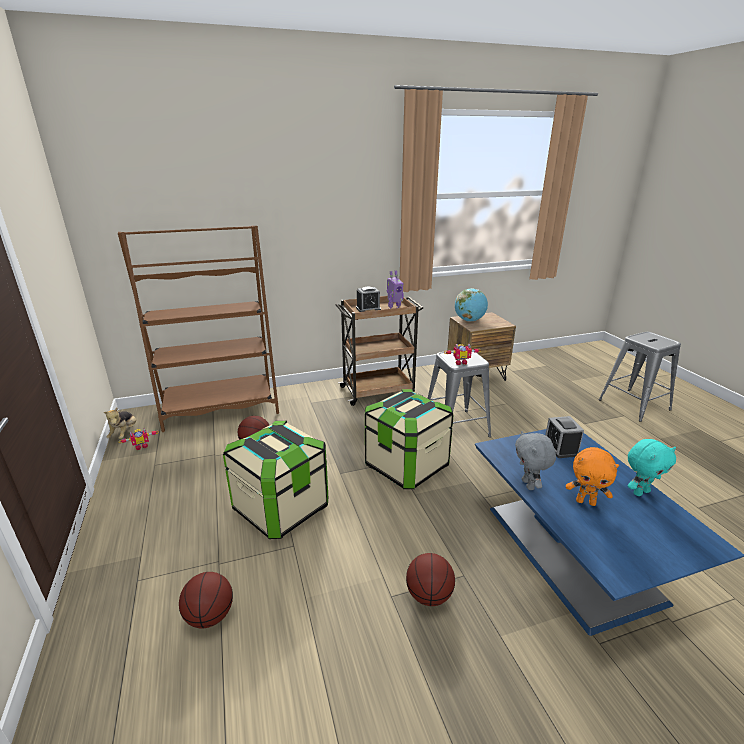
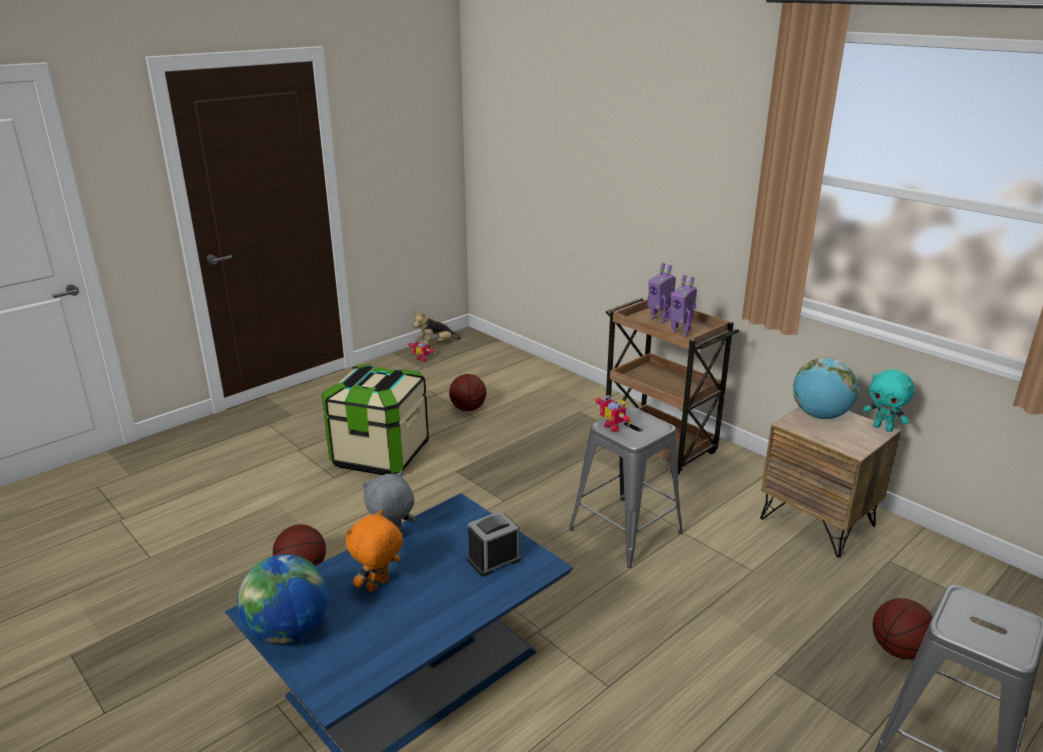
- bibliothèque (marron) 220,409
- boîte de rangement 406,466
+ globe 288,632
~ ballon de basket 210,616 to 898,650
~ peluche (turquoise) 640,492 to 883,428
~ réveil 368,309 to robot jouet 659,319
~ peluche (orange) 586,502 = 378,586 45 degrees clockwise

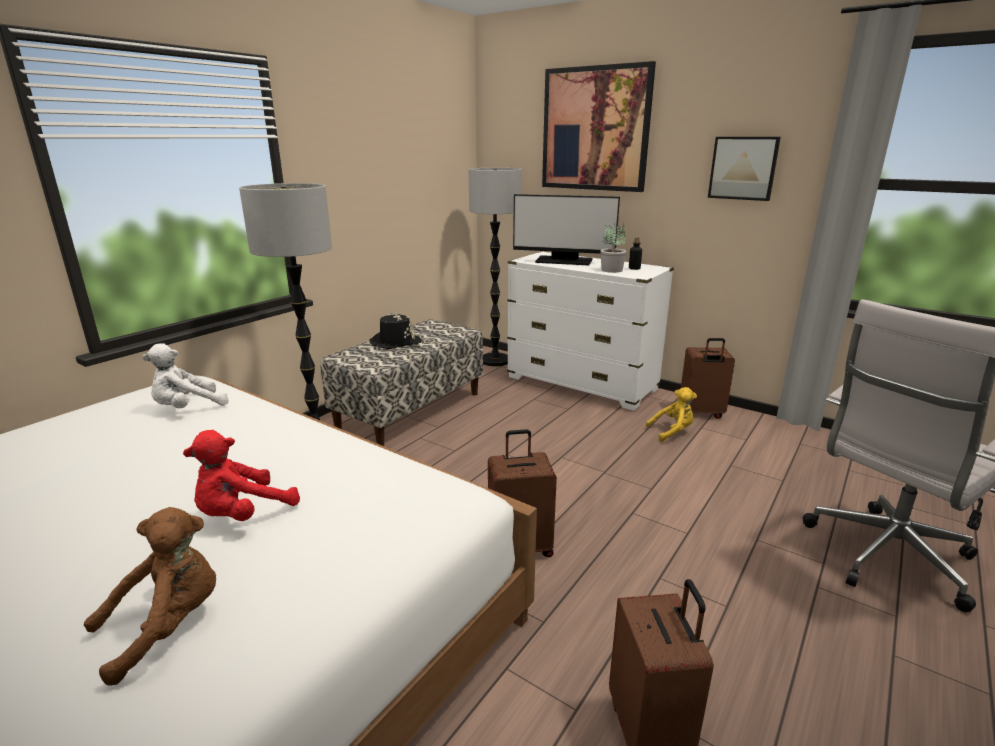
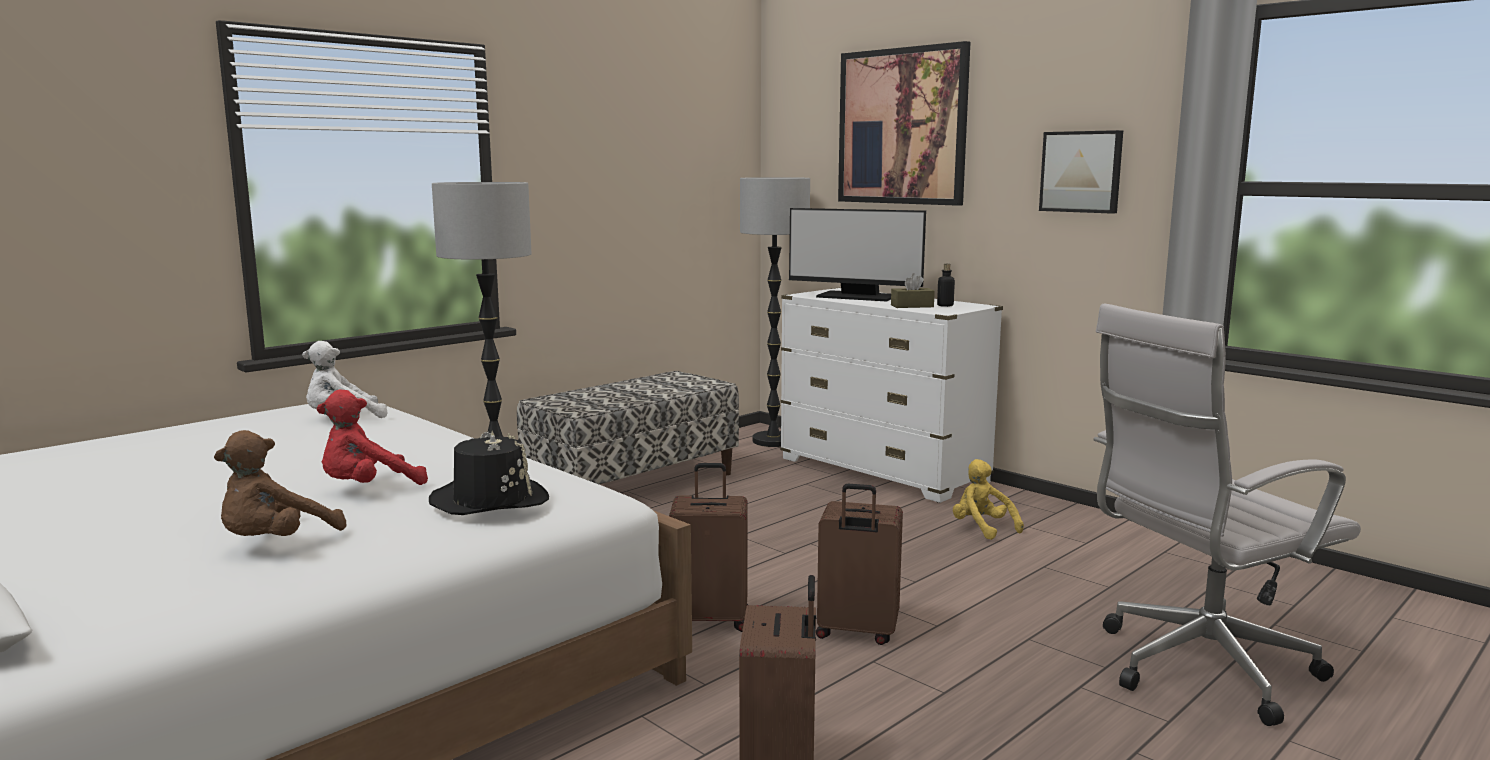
~ chapeau (noir) 395,342 to 490,500
~ valise (marron) 700,413 to 856,632
~ plante en pot 612,270 to boîte à mouchoirs (marron) 912,306
~ peluche (marron) 168,625 = 276,543 150 degrees clockwise
~ peluche (jaune) 672,432 = 982,528 120 degrees counterclockwise

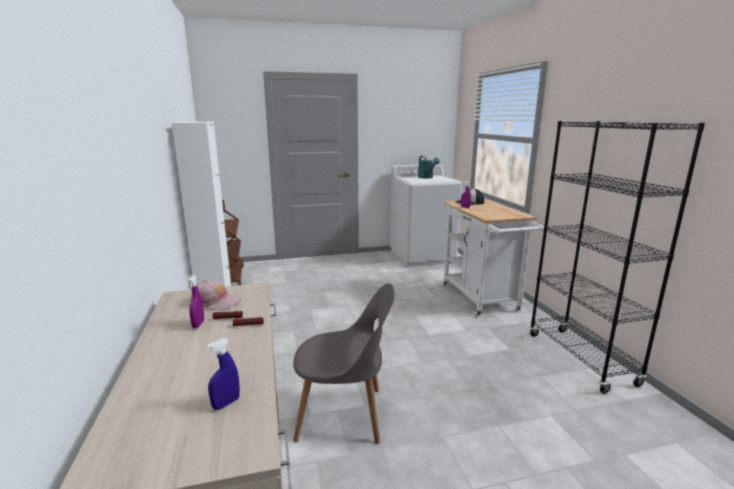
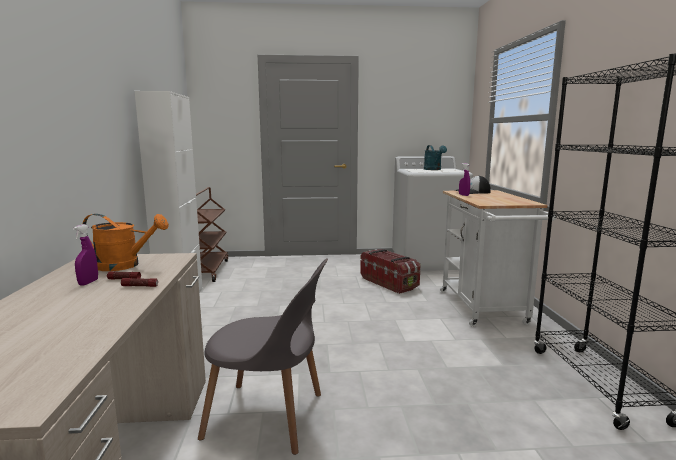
- vaporisateur (bleu) 226,403
+ boîte de rangement 389,283
~ casquette (rose) 216,302 to arrosoir (orange) 125,265

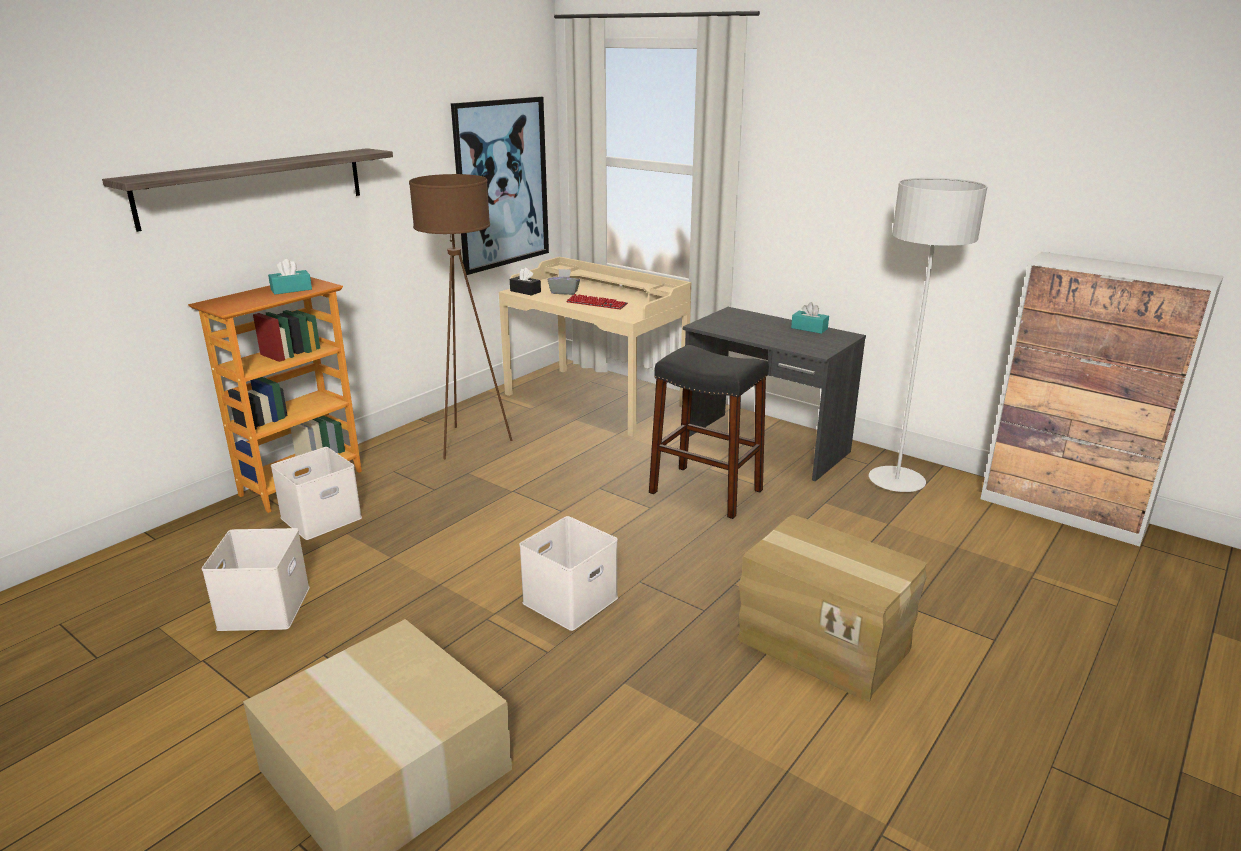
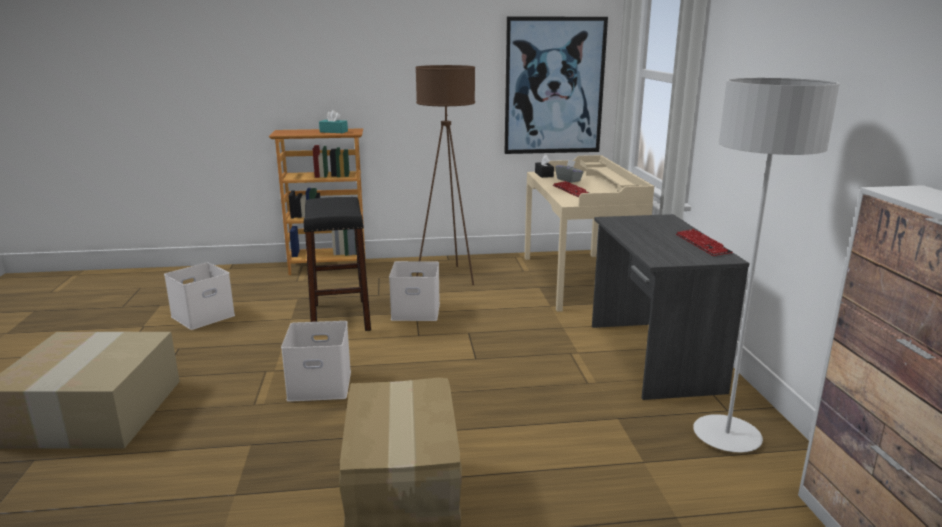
- étagère 254,186
~ boîte de rangement (blanc) 322,517 to 417,311
~ tabouret (noir) 705,491 to 340,316
~ boîte à mouchoirs (turquoise) 809,328 to clavier 702,244

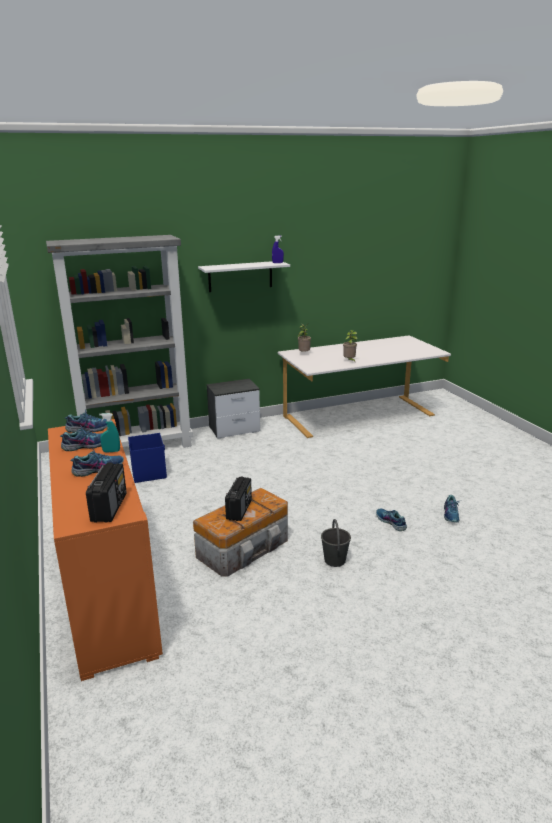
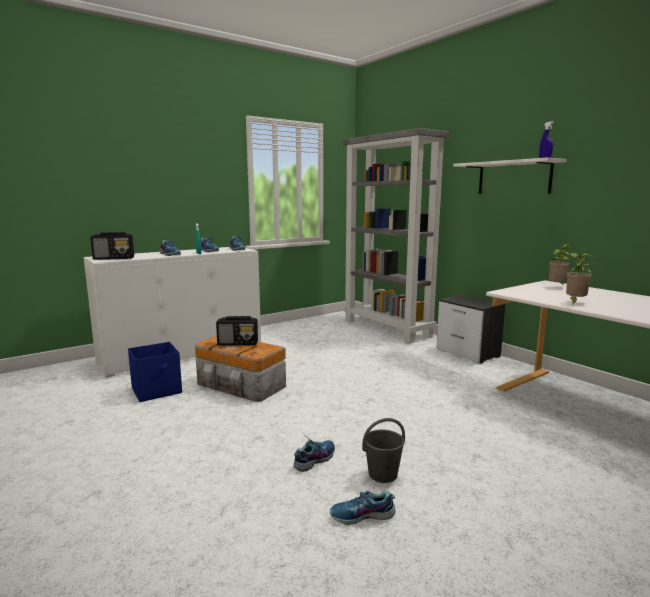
~ boîte de rangement (bleu) 149,472 to 157,390
~ seau (gris) 334,560 to 383,474
~ meuble de rangement (orange) 108,591 to meuble de rangement (blanc) 182,353

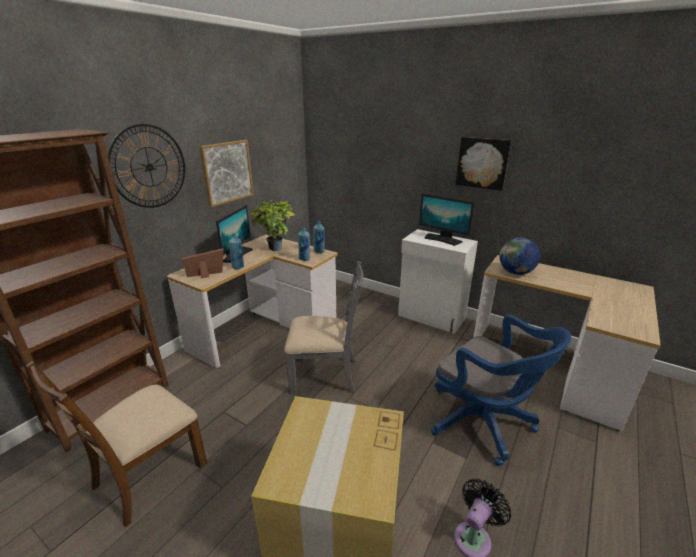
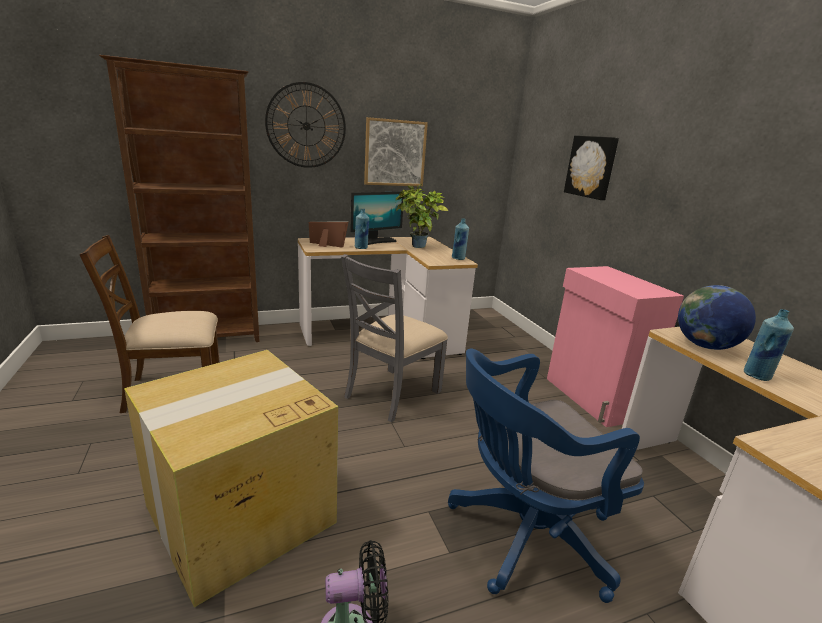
- écran d'ordinateur 442,239
~ bouteille (bleu) 304,259 to 757,376
~ tableau 482,163 to 591,167
~ meuble de rangement (blanc) 431,317 to meuble de rangement (rose) 592,398
~ chaise (gris) 325,375 = 391,393 90 degrees clockwise
~ chaise de bureau (bleu) 484,423 = 523,535 75 degrees clockwise

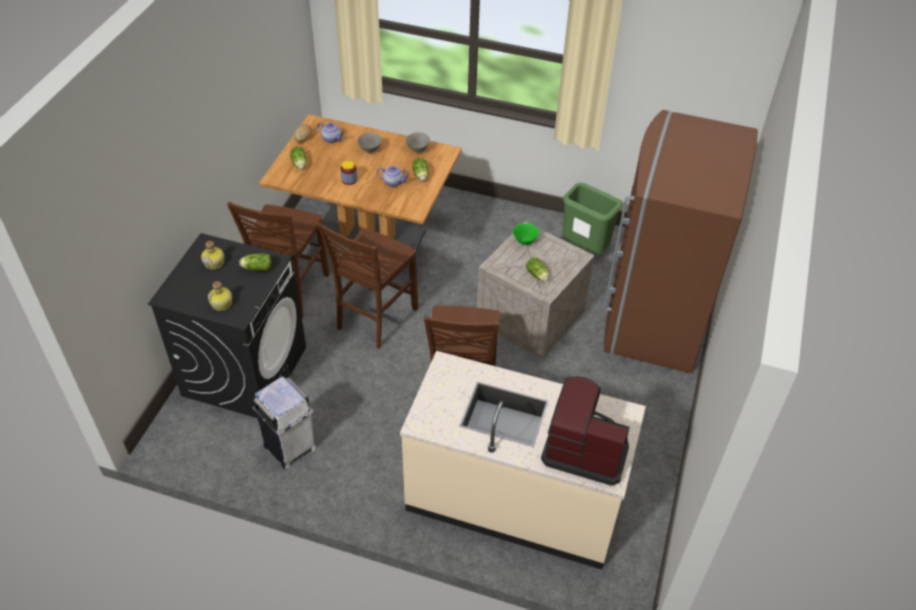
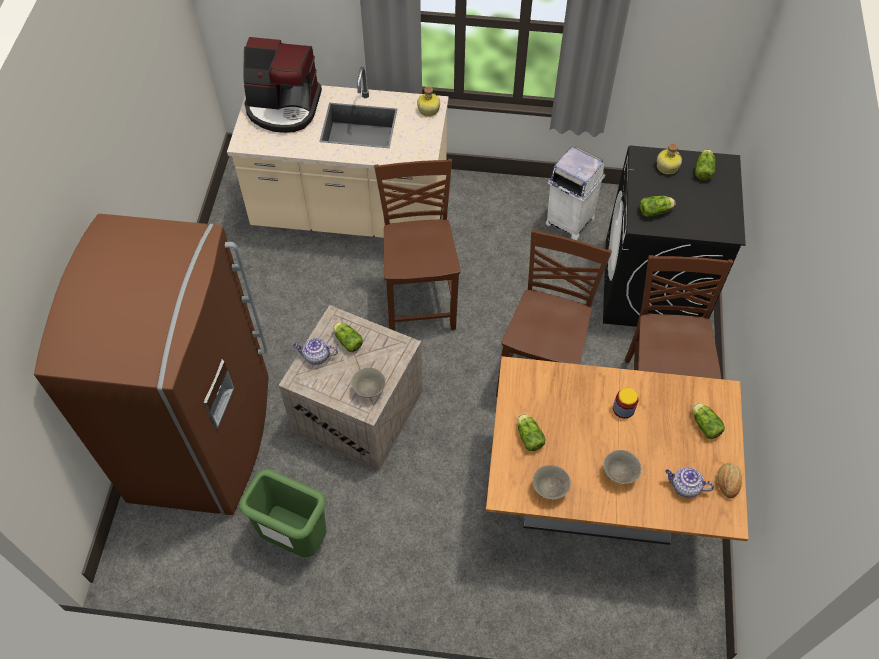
+ laitue 703,169
~ bouteille 215,262 to 428,110
~ théière 393,182 to 316,356
~ bol (vert) 524,241 to bol (gris) 369,390

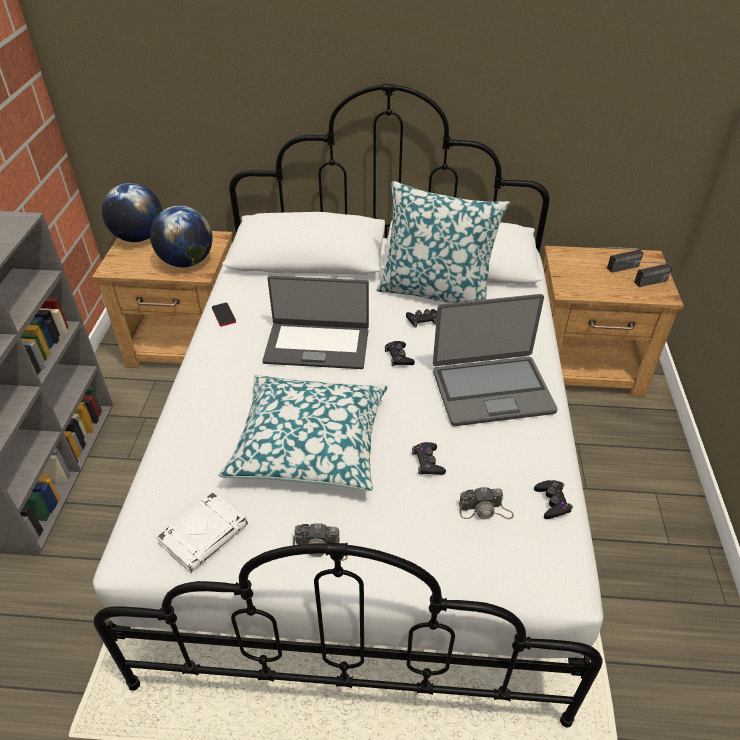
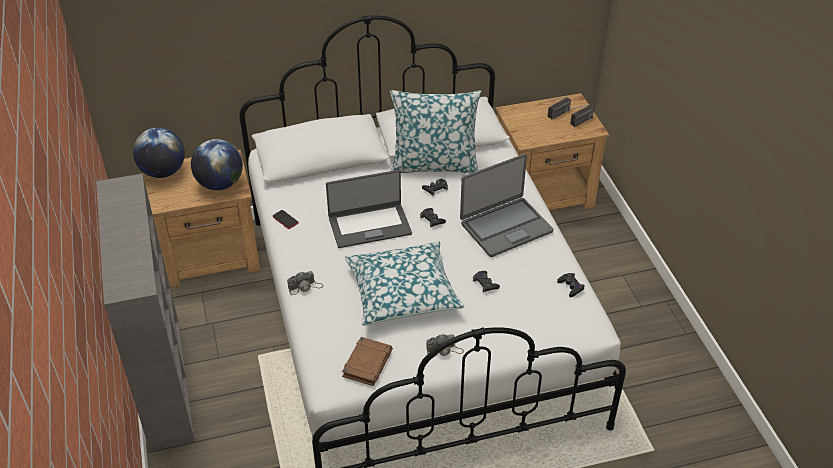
~ appareil photo 485,510 to 305,287
~ livre (blanc) 204,534 to livre (marron) 367,363

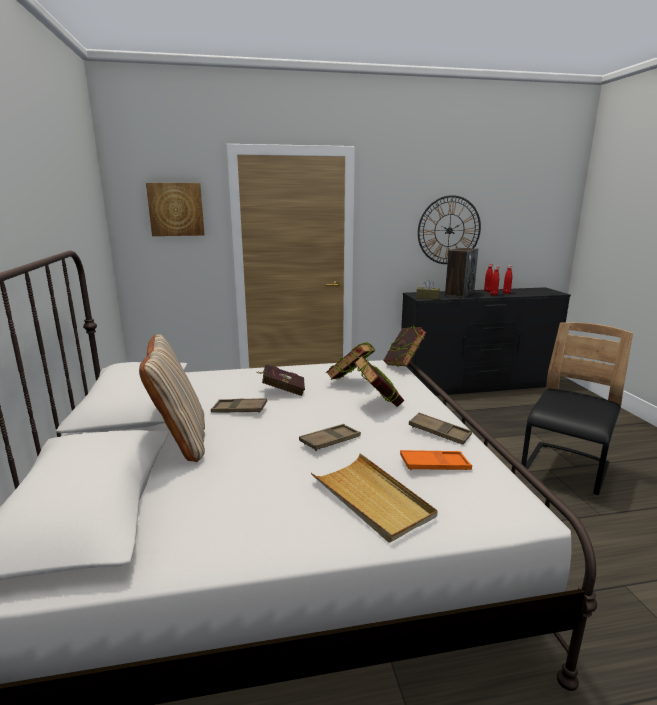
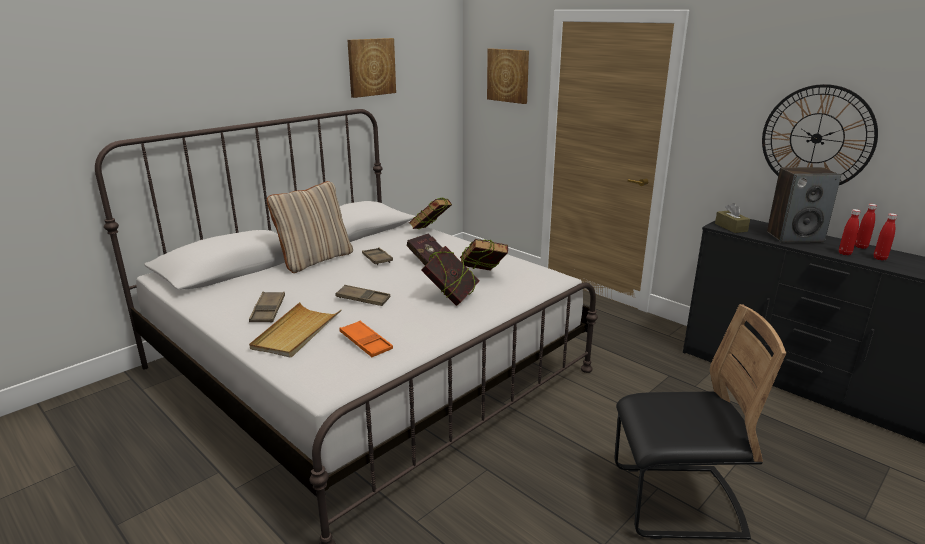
+ tableau 371,67
~ livre 403,366 to 431,231
~ plateau (marron) 439,432 to 268,311

